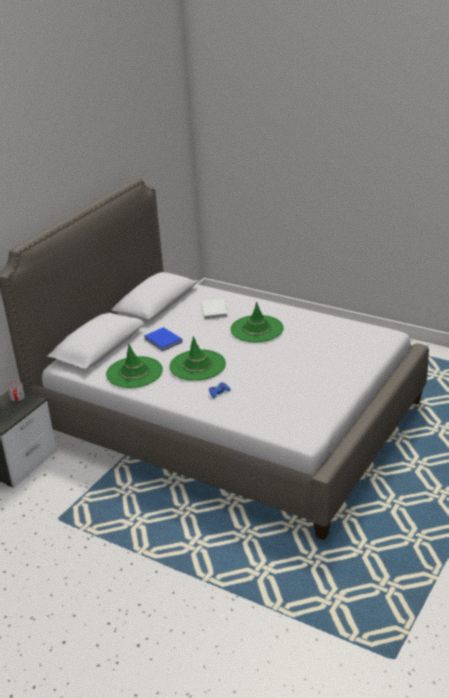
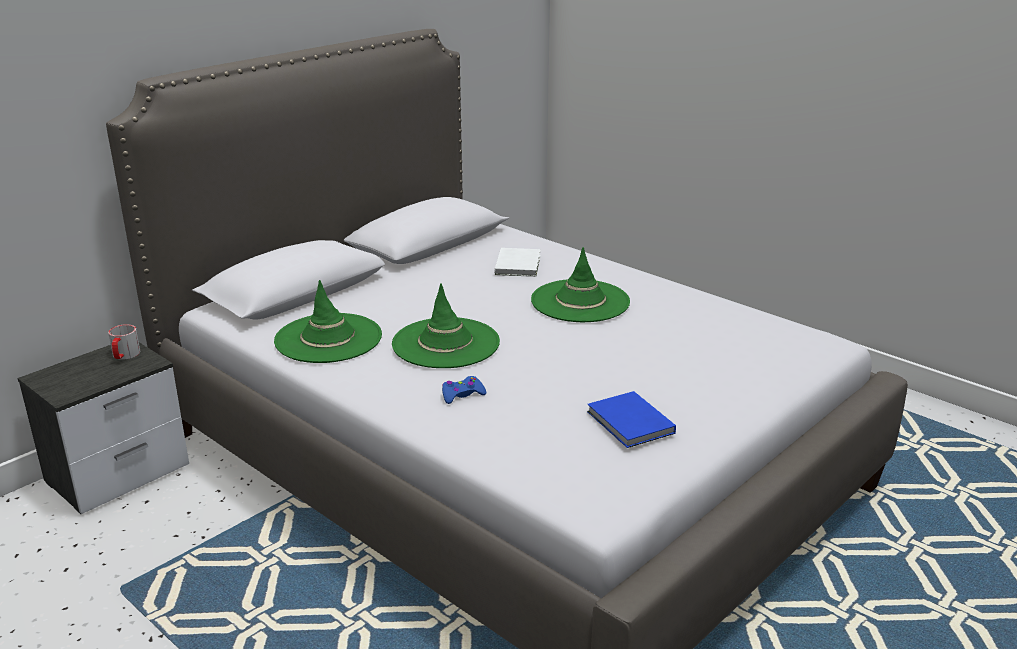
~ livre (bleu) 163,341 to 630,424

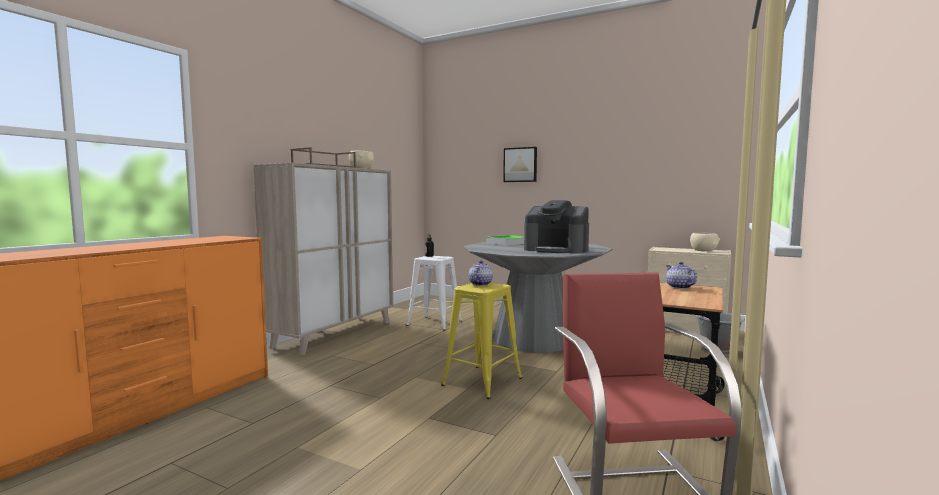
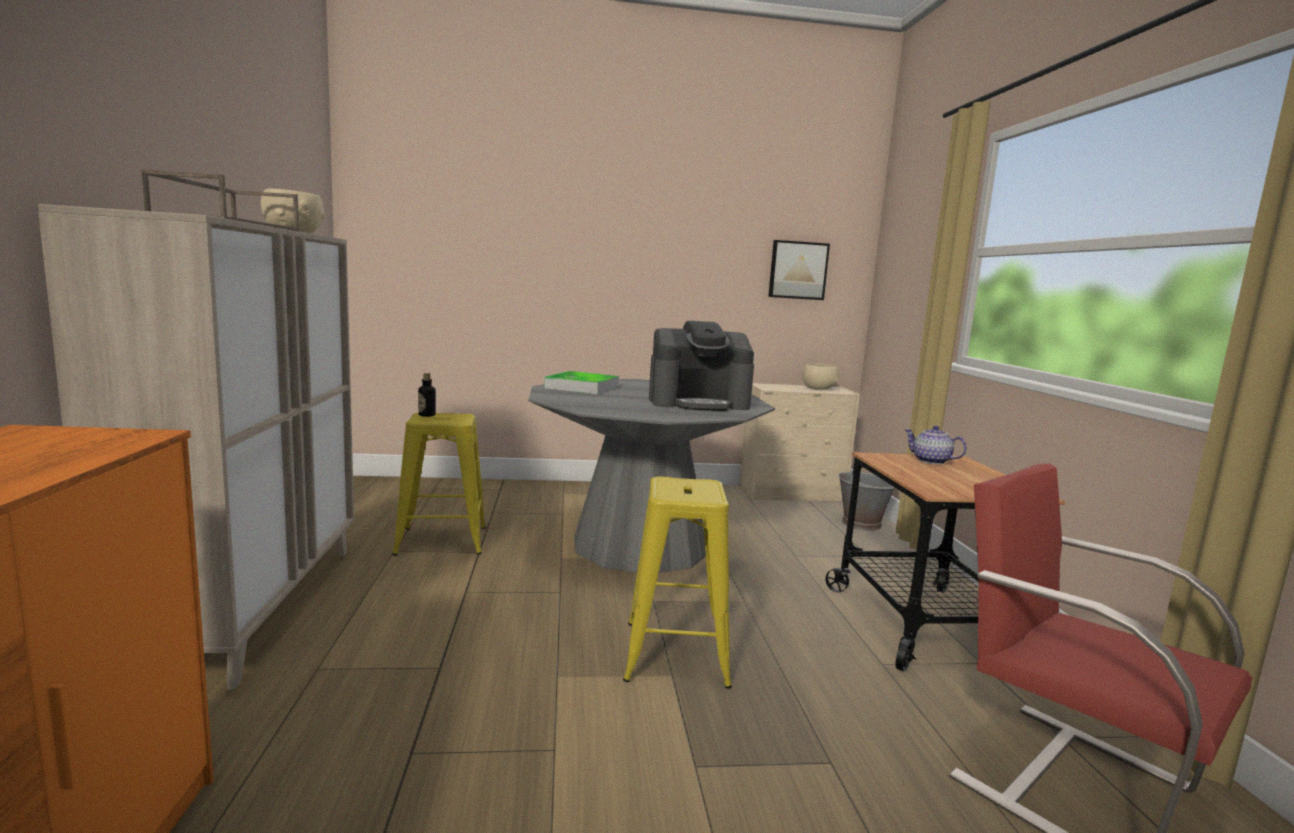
- théière 480,284
~ tableau 520,165 to 797,270
~ tabouret (blanc) 434,323 to tabouret (jaune) 441,540

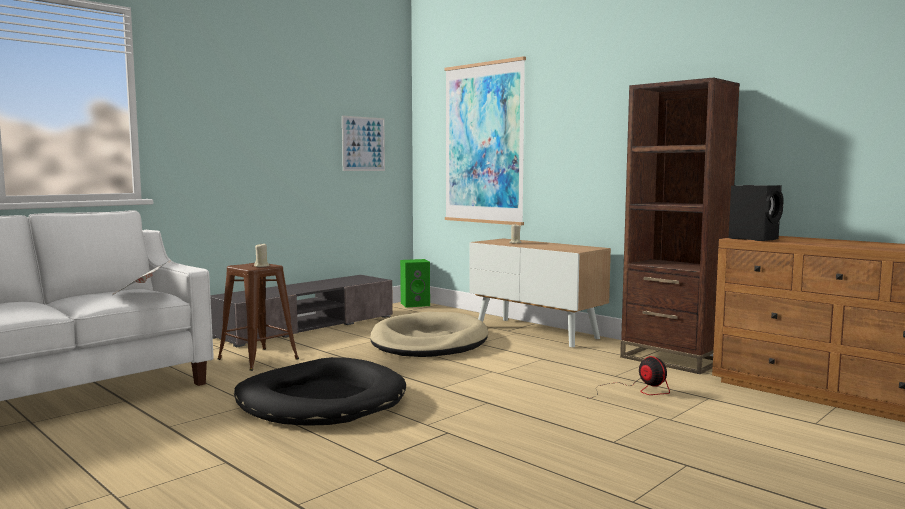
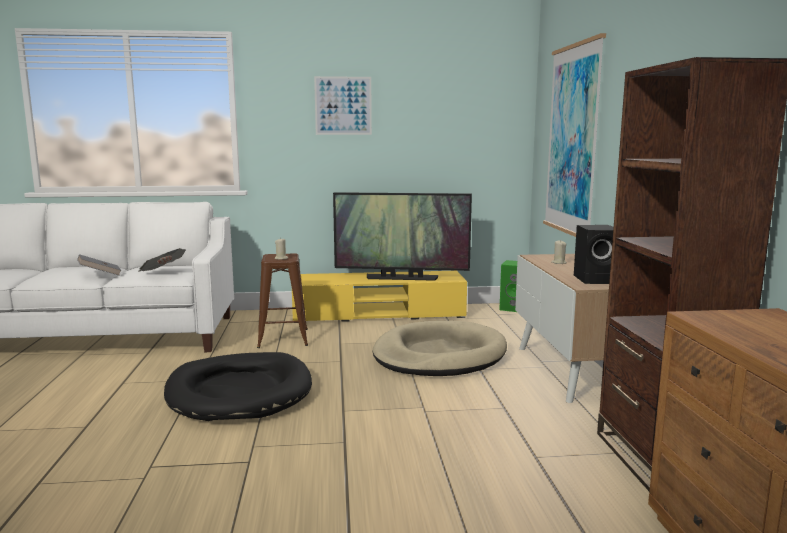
- ventilateur 635,391
+ livre (gris) 100,275
+ téléviseur 401,278
~ tableau 363,144 to 343,105
~ enceinte (noir) 754,238 to 596,280
~ meuble télé (gris) 306,326 to meuble télé (jaune) 378,313

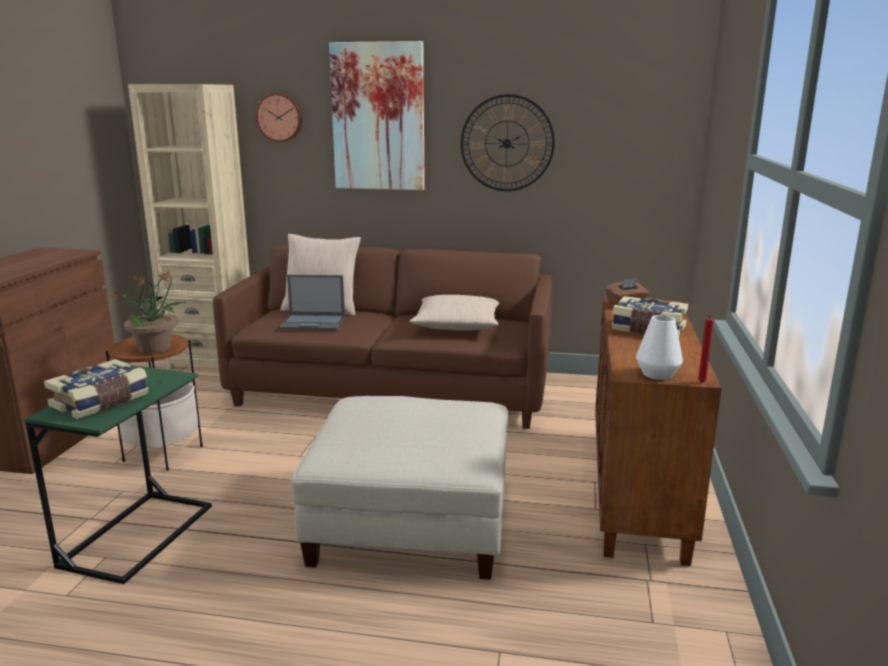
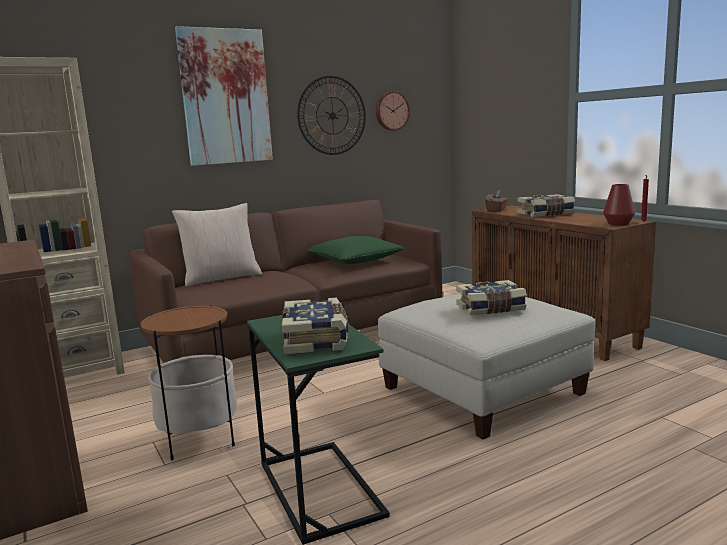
- plante en pot 156,348
- ordinateur portable 313,323
+ livre 491,309
~ horloge murale 280,117 to 391,111
~ coussin (beige) 457,325 to coussin (vert) 355,261
~ vase (blanc) 657,374 to vase (rouge) 618,223

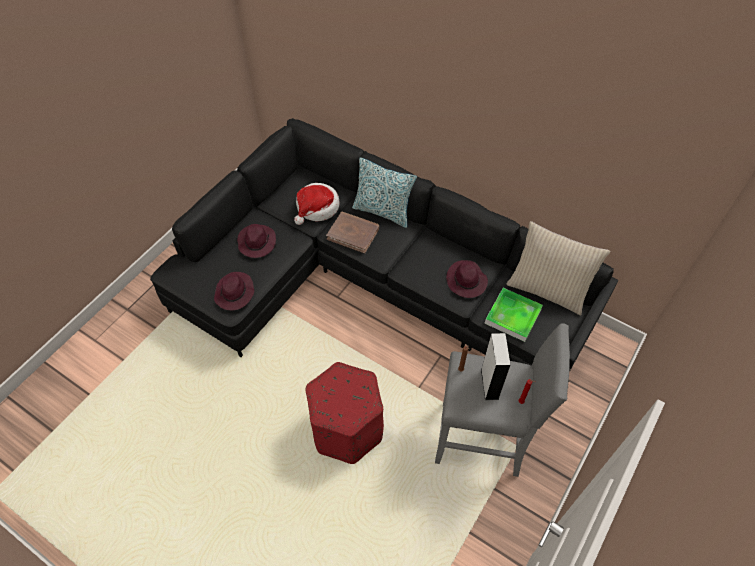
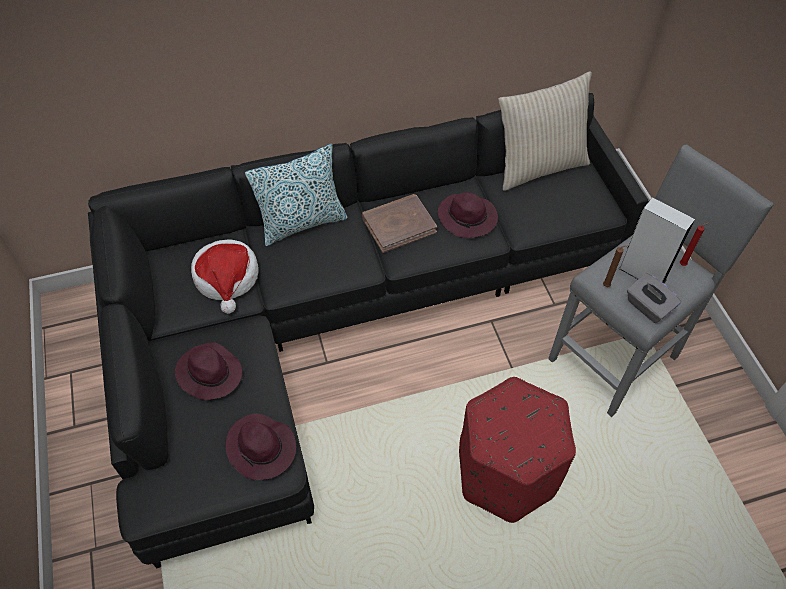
- plateau 513,316
+ boîte à mouchoirs (gris) 648,307
~ livre (marron) 353,233 to 398,225

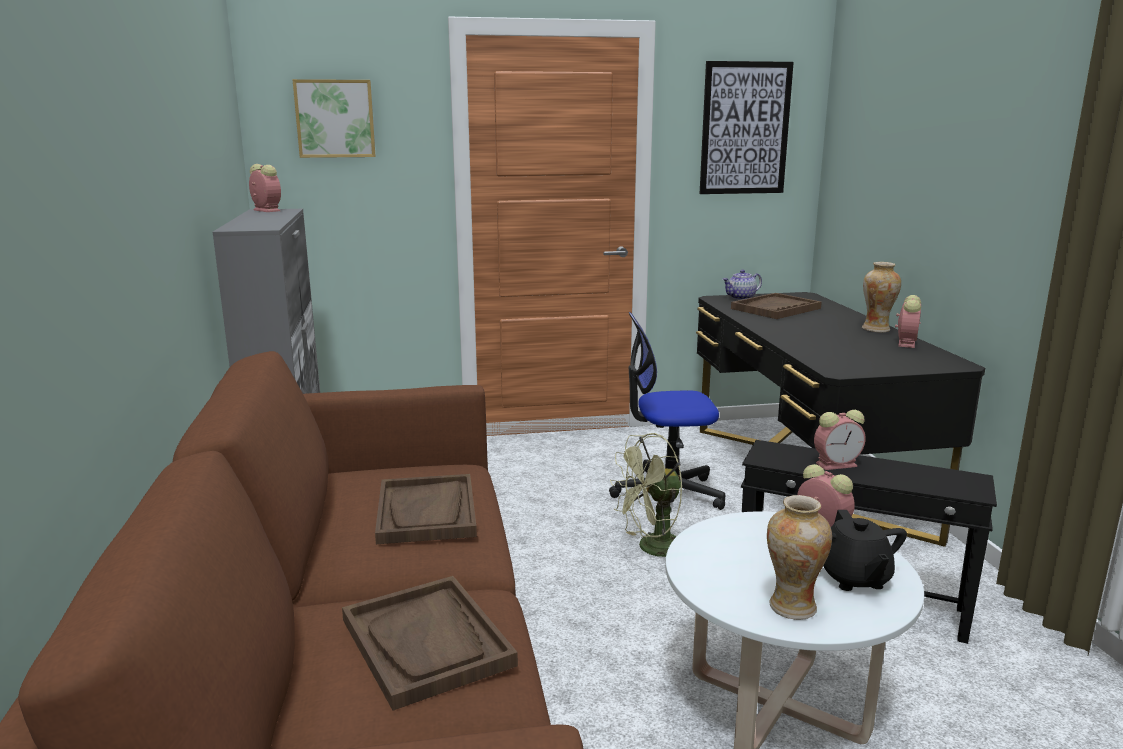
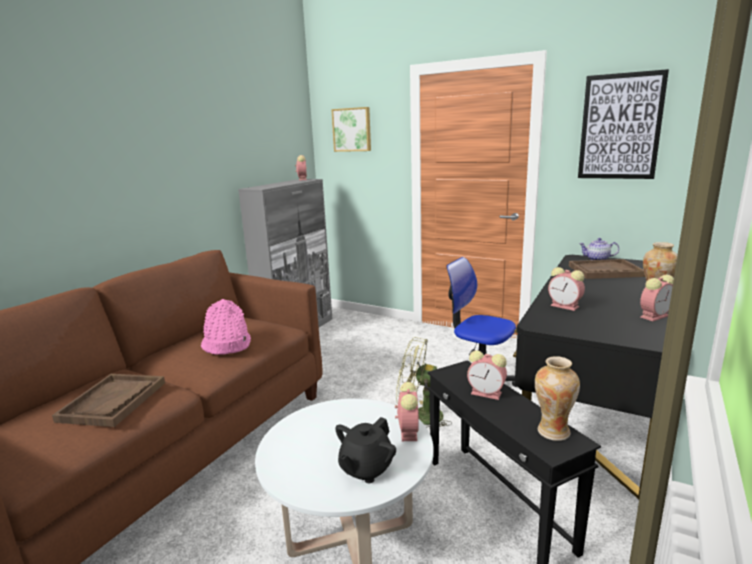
+ réveil 566,306
~ vase 792,607 to 553,431
~ plateau (marron) 427,512 to chapeau (rose) 226,345

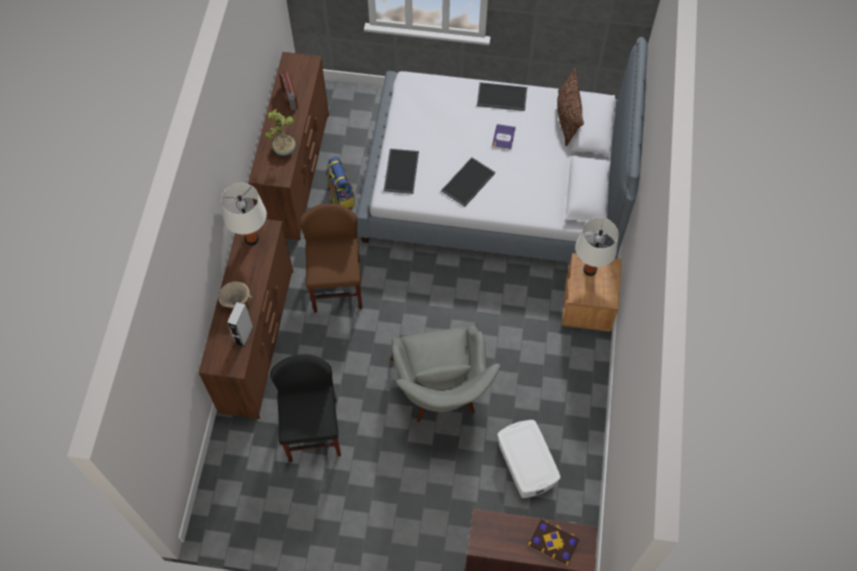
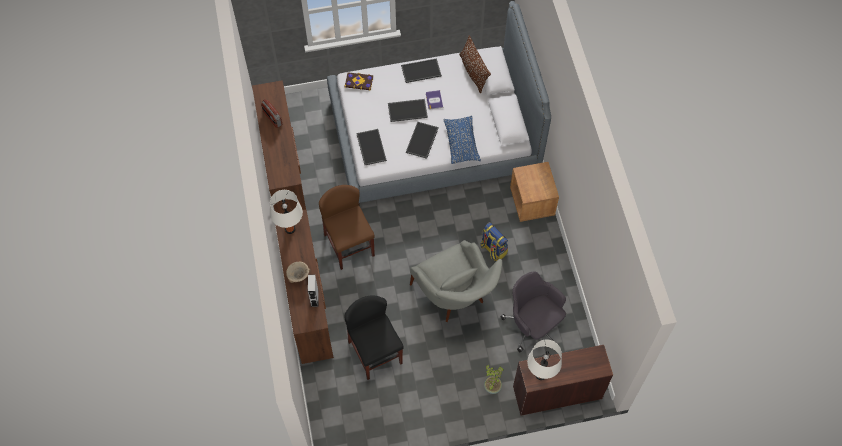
+ plateau 408,110
+ coussin (bleu) 461,143
~ plante en pot 284,149 to 492,387
~ sac à dos 341,196 to 493,249
~ livre 553,541 to 359,81
~ lampe de table (blanc) 590,270 to 541,375
~ boîte de rangement (blanc) 526,464 to chaise de bureau (gris) 532,325

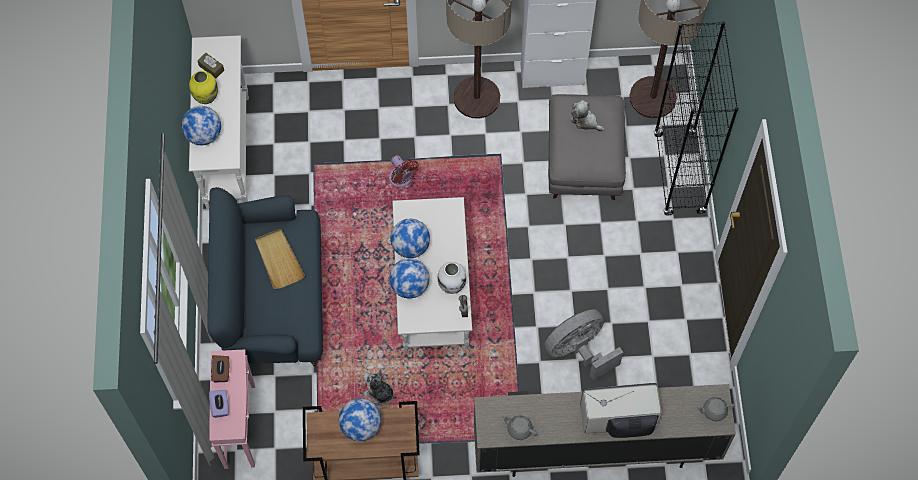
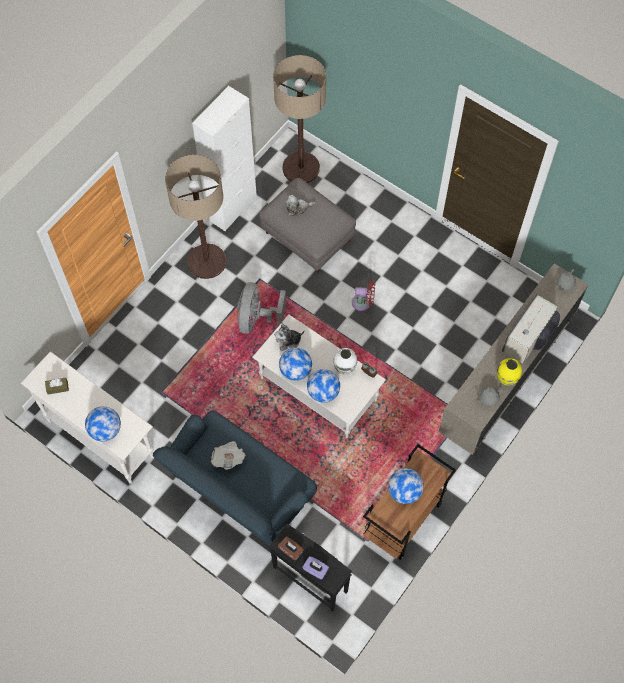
- bibliothèque (noir) 679,174
~ vase (jaune) 206,97 to 506,378
~ peluche 379,393 to 289,341
~ ventilateur (rouge) 401,179 to 363,303
~ ventilateur (gris) 579,351 to 256,319
~ plateau (beige) 279,259 to journal 228,458
~ table d'appoint (rose) 240,425 to table d'appoint (noir) 310,578

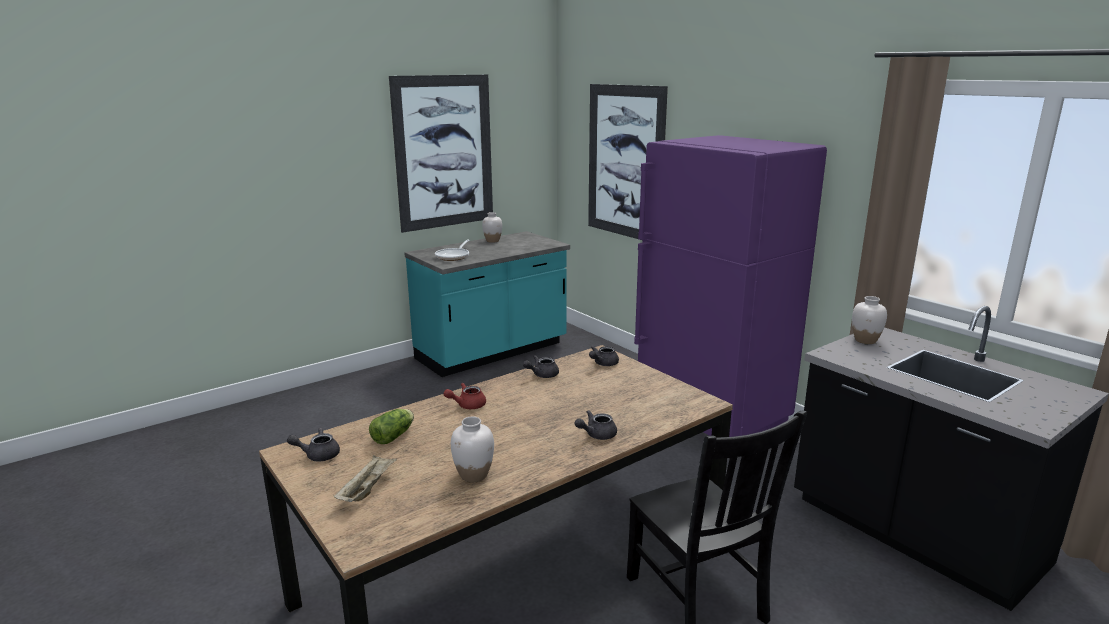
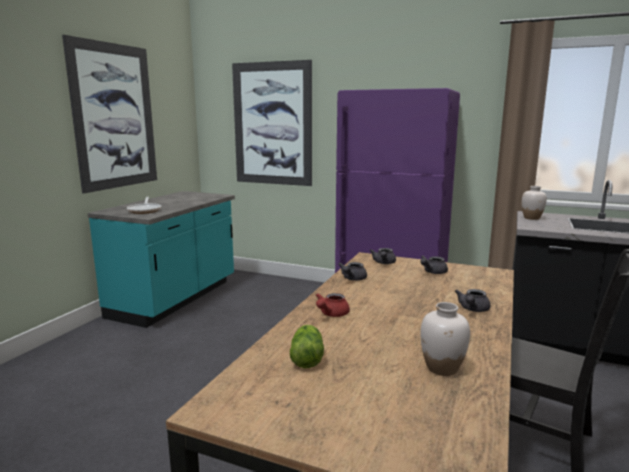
- plateau (beige) 367,489
- vase (blanc) 492,241
~ théière (gris) 318,455 to 432,272

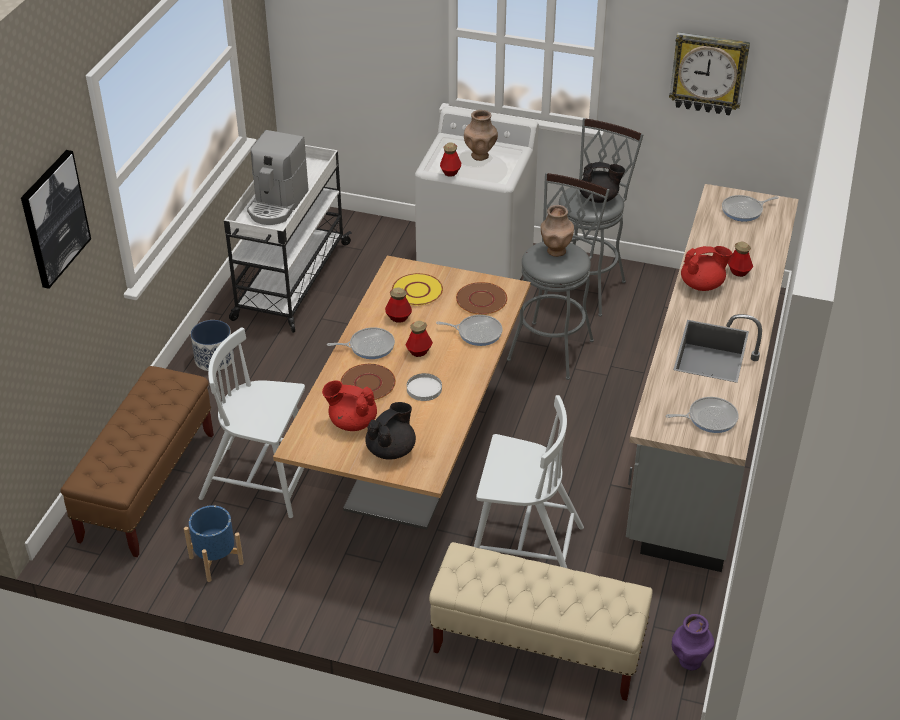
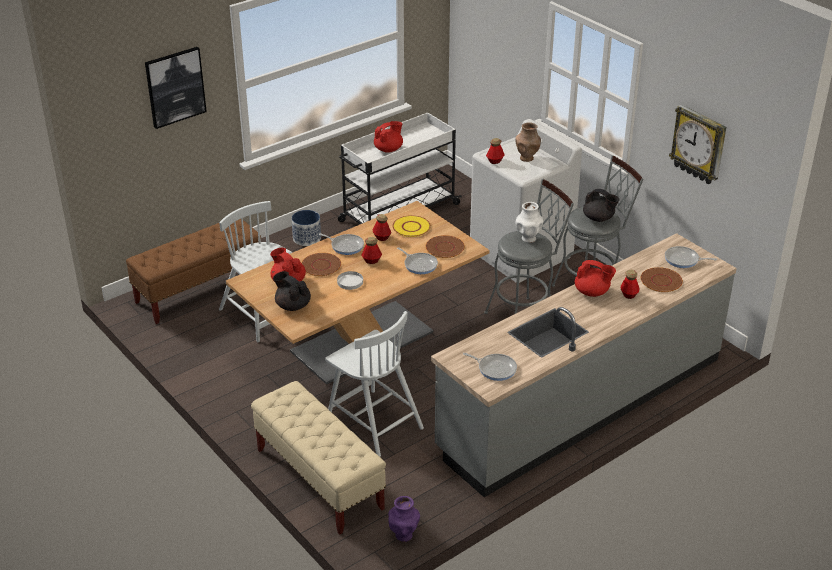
- cache-pot (bleu) 216,560
+ assiette (marron) 661,281
~ machine à café 277,204 to théière (rouge) 389,149
~ vase (marron) 555,251 to vase (blanc) 528,238
~ théière (noir) 391,450 = 292,305 120 degrees counterclockwise

